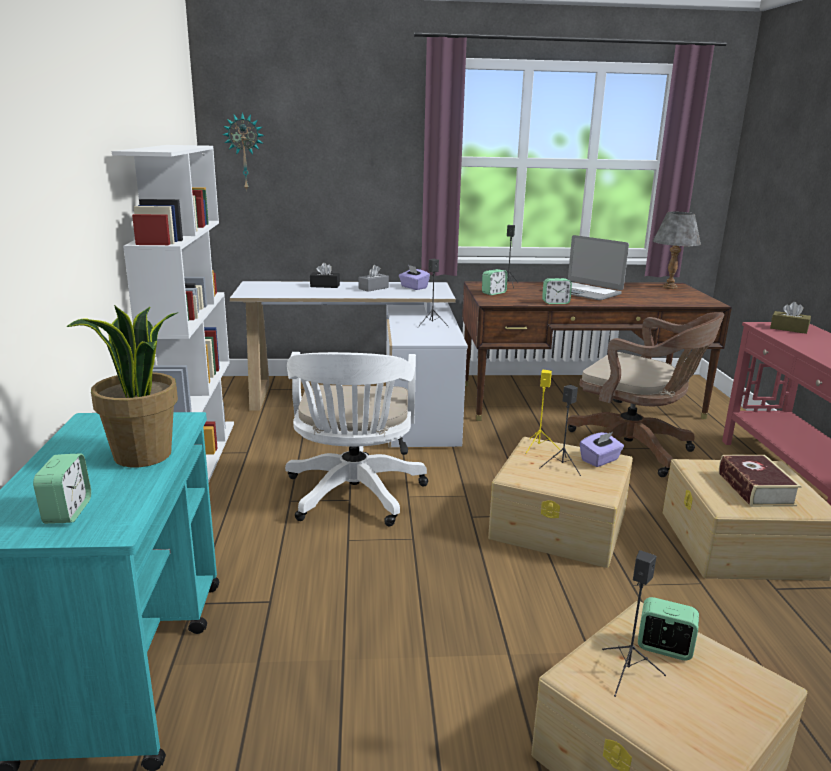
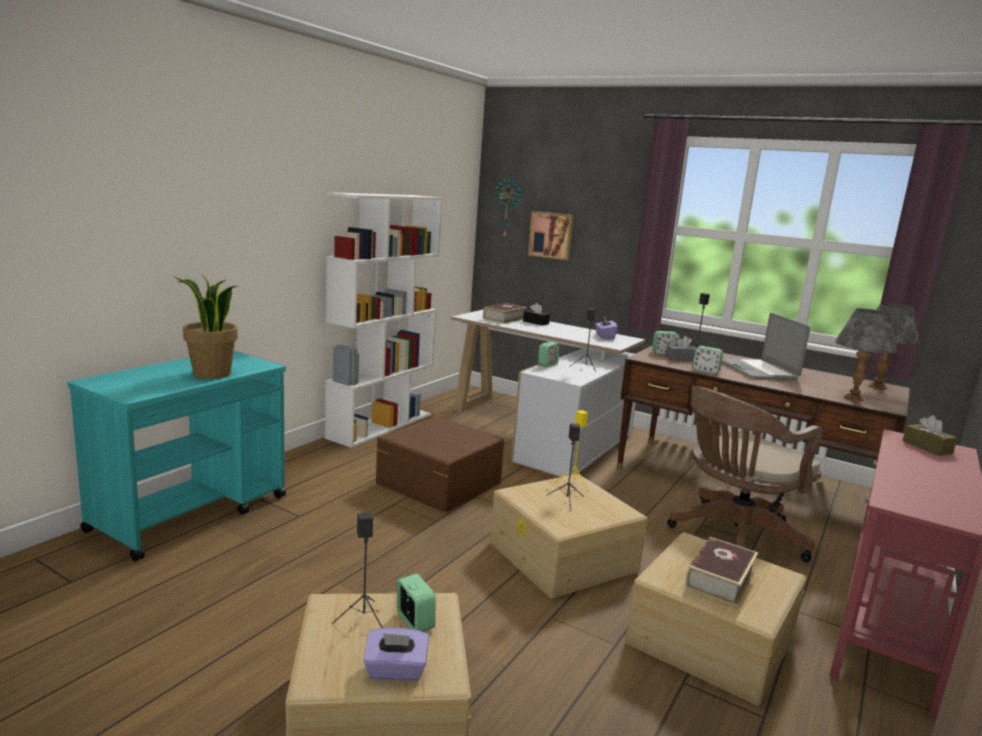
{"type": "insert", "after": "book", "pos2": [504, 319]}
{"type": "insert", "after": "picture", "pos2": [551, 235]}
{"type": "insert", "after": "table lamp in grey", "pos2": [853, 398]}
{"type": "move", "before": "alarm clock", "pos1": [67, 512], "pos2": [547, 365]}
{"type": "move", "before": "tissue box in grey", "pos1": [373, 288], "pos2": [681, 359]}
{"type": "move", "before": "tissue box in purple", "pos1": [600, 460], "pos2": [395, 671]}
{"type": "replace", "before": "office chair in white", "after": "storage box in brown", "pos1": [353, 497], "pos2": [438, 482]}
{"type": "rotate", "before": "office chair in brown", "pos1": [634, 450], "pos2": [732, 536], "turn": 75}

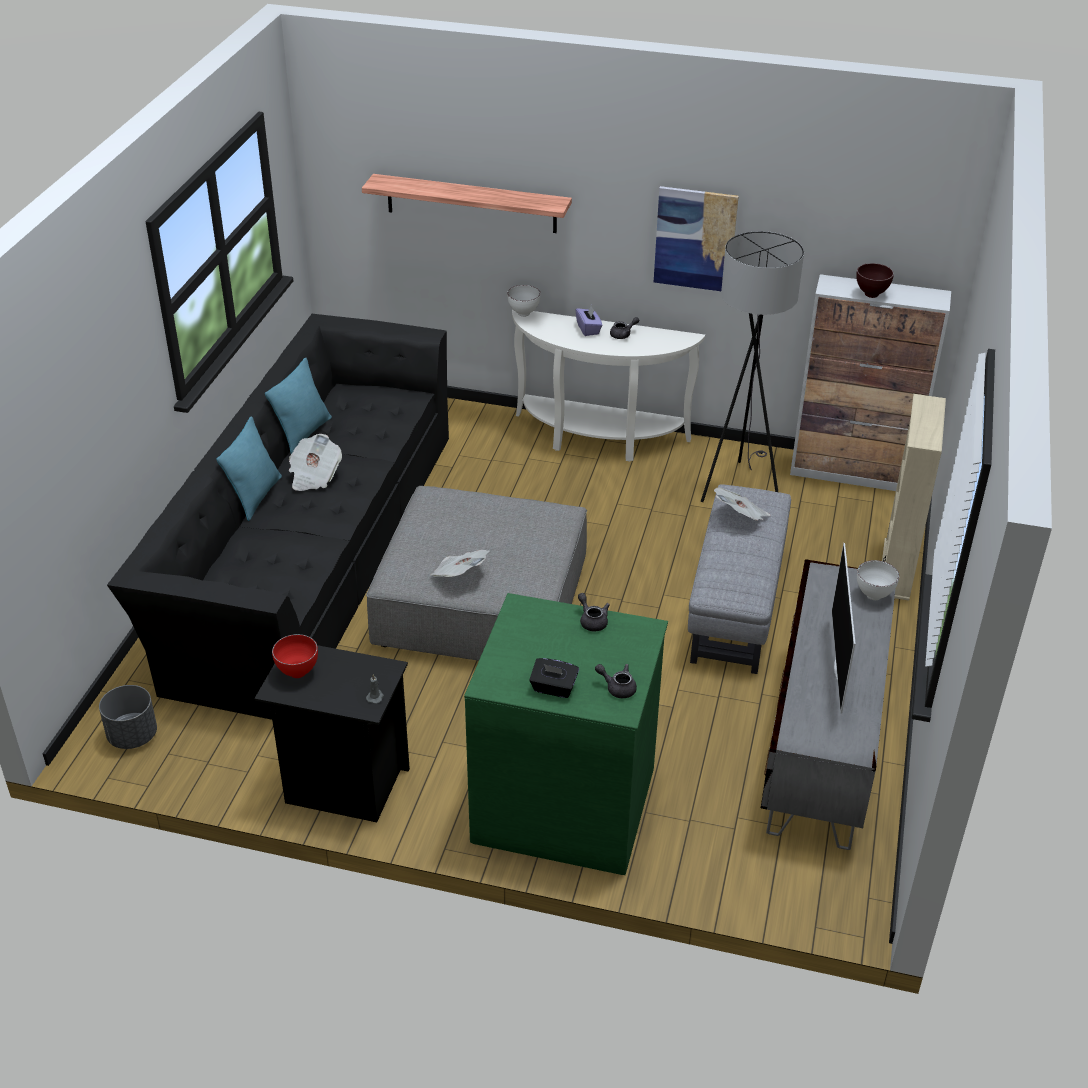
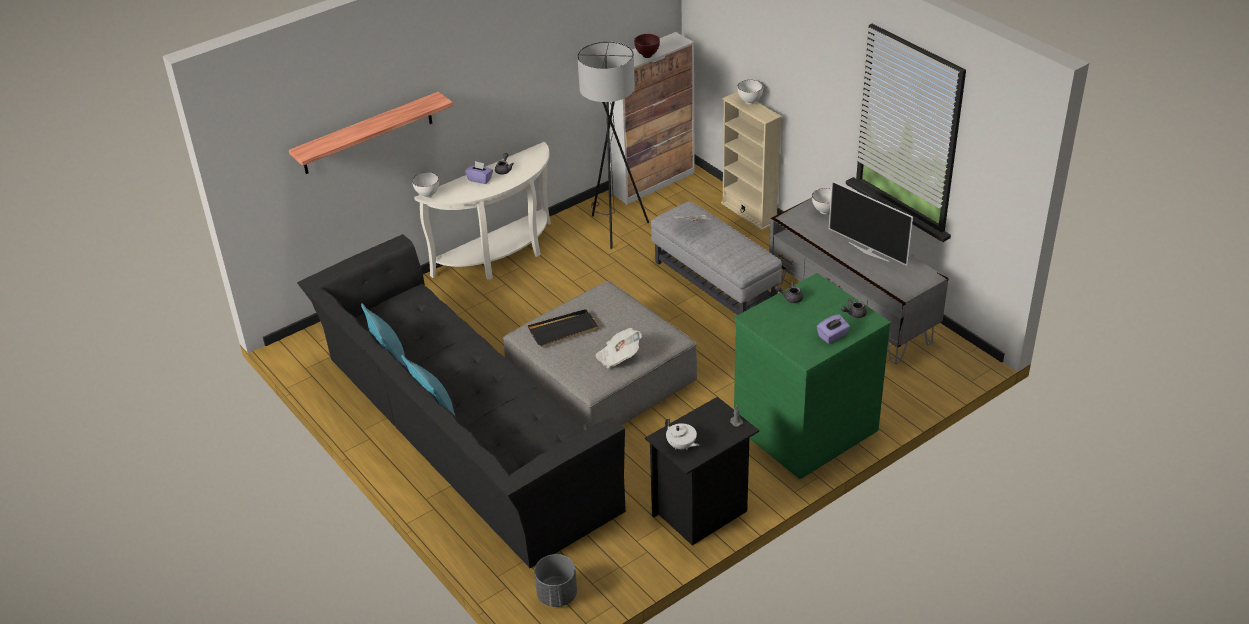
{"type": "delete", "before": "newspaper", "pos1": [314, 476]}
{"type": "delete", "before": "picture", "pos1": [695, 239]}
{"type": "insert", "after": "tray in black", "pos2": [564, 330]}
{"type": "insert", "after": "bowl in white", "pos2": [750, 102]}
{"type": "replace", "before": "bowl in red", "after": "teapot in white", "pos1": [296, 673], "pos2": [681, 446]}
{"type": "recolor", "before": "tissue box in black", "after": "tissue box in purple", "pos1": [553, 688], "pos2": [832, 336]}

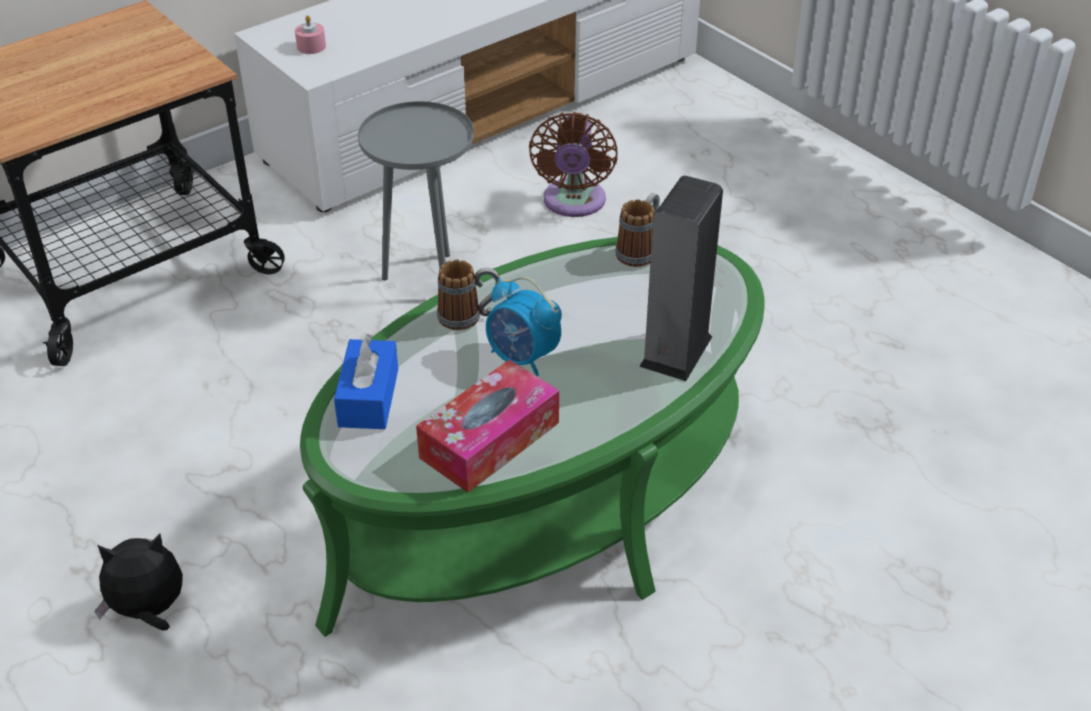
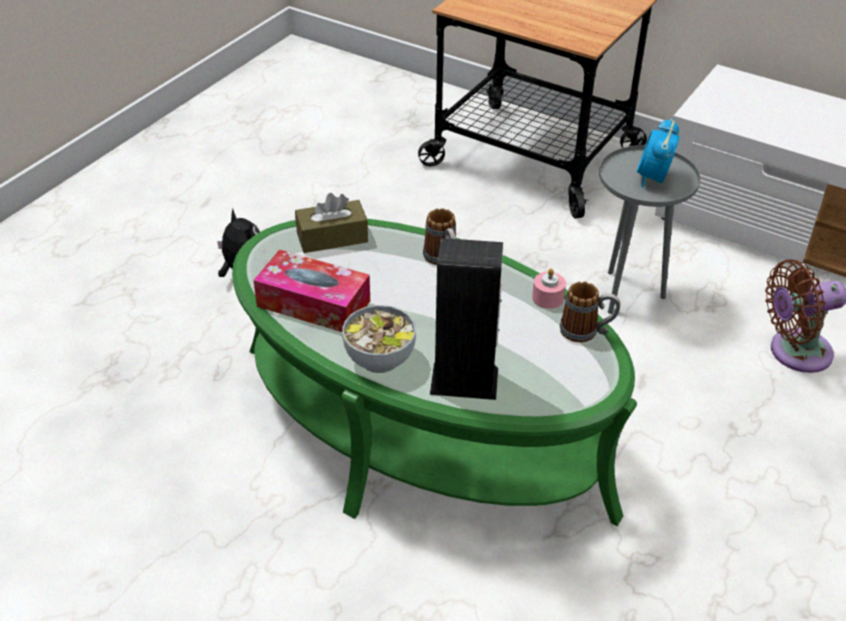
{"type": "insert", "after": "bowl", "pos2": [380, 358]}
{"type": "move", "before": "candle in pink", "pos1": [311, 46], "pos2": [547, 298]}
{"type": "move", "before": "alarm clock", "pos1": [522, 358], "pos2": [653, 178]}
{"type": "recolor", "before": "tissue box in blue", "after": "tissue box in brown", "pos1": [368, 398], "pos2": [332, 237]}

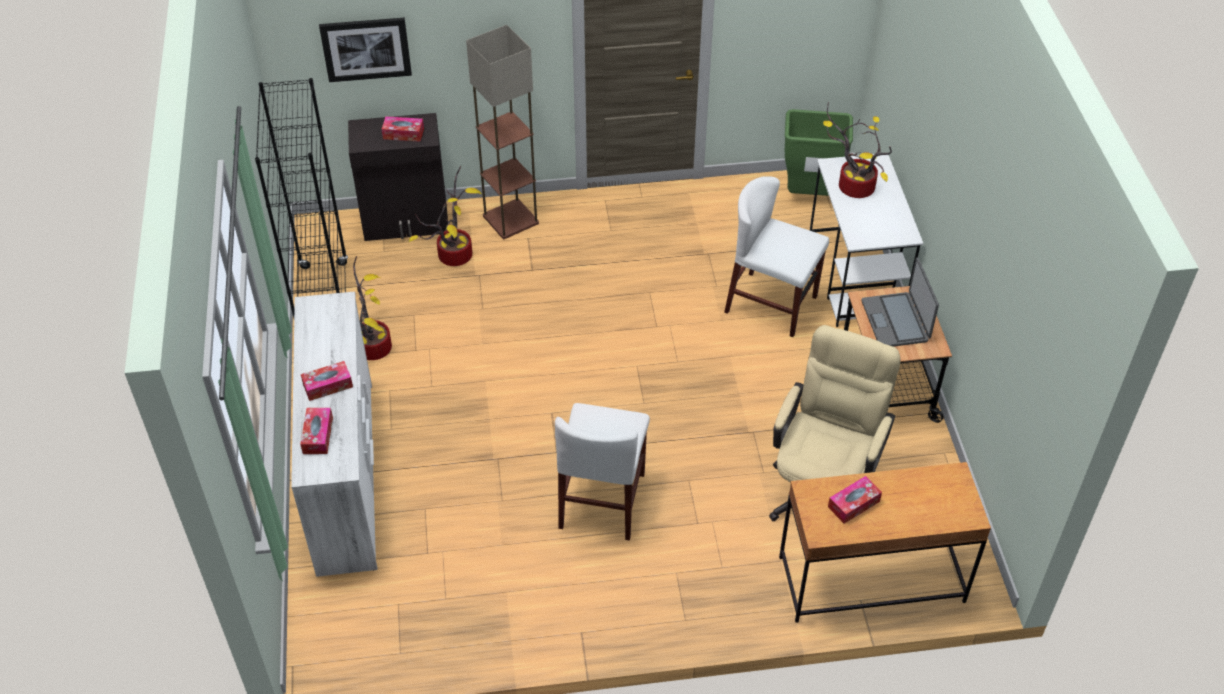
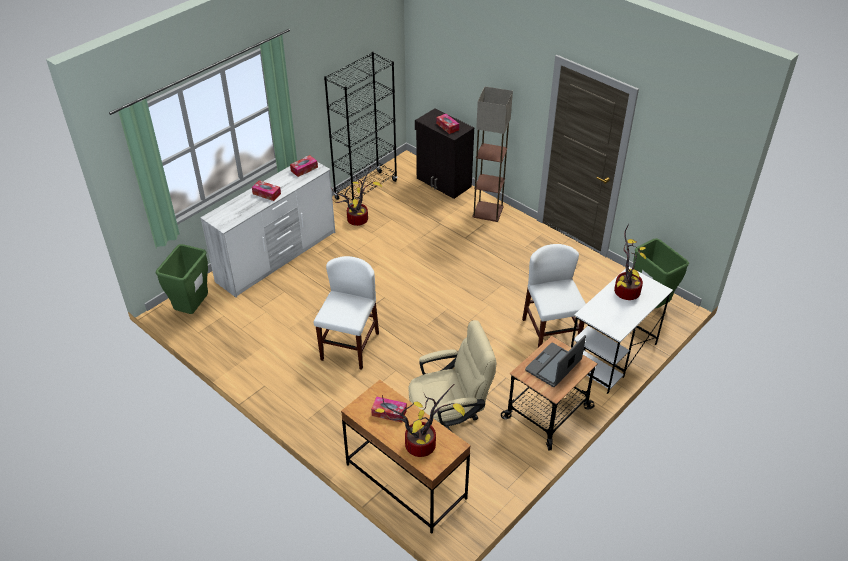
{"type": "delete", "before": "picture", "pos1": [366, 48]}
{"type": "insert", "after": "trash can in green", "pos2": [193, 308]}
{"type": "move", "before": "tissue box", "pos1": [318, 435], "pos2": [304, 169]}
{"type": "move", "before": "potted plant", "pos1": [454, 253], "pos2": [422, 443]}
{"type": "rotate", "before": "chair in white", "pos1": [602, 500], "pos2": [350, 346], "turn": 135}

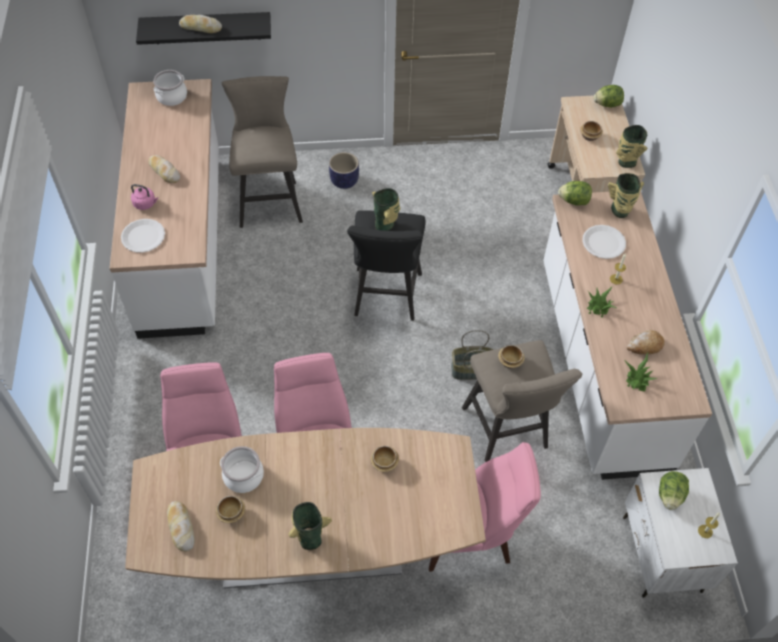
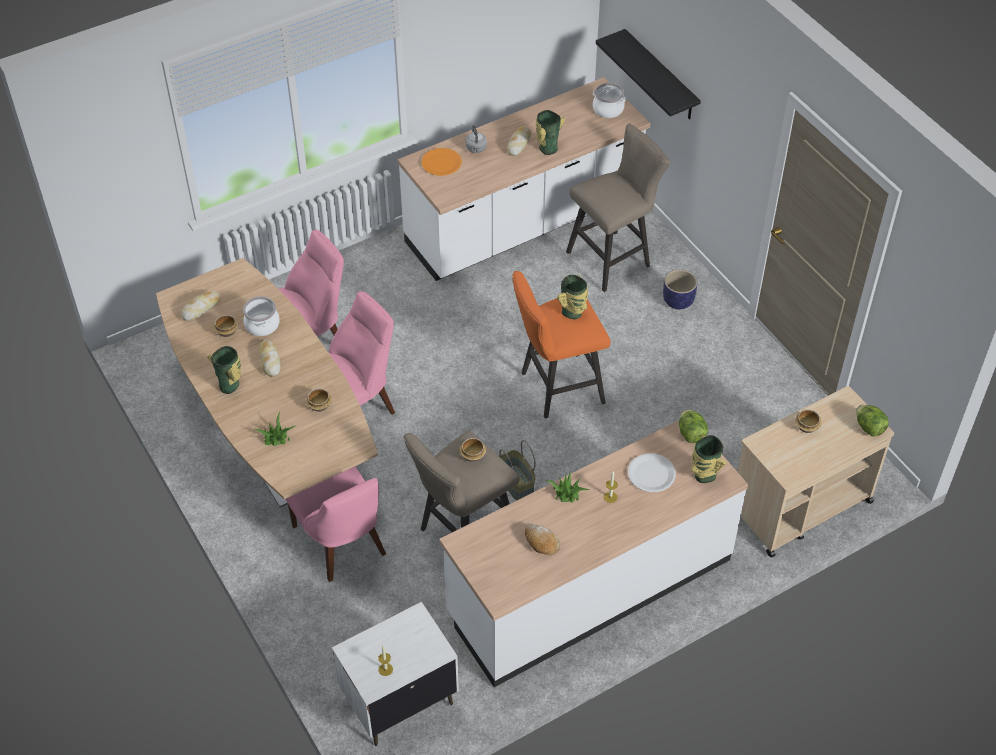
{"type": "delete", "before": "lettuce", "pos1": [670, 495]}
{"type": "move", "before": "bread", "pos1": [200, 27], "pos2": [270, 360]}
{"type": "move", "before": "vase", "pos1": [626, 162], "pos2": [547, 148]}
{"type": "move", "before": "potted plant", "pos1": [638, 379], "pos2": [276, 437]}
{"type": "recolor", "before": "plate in white", "after": "plate in orange", "pos1": [143, 236], "pos2": [441, 163]}
{"type": "recolor", "before": "kettle in pink", "after": "kettle in grey", "pos1": [146, 204], "pos2": [476, 149]}
{"type": "recolor", "before": "stool in black", "after": "stool in orange", "pos1": [386, 299], "pos2": [556, 388]}

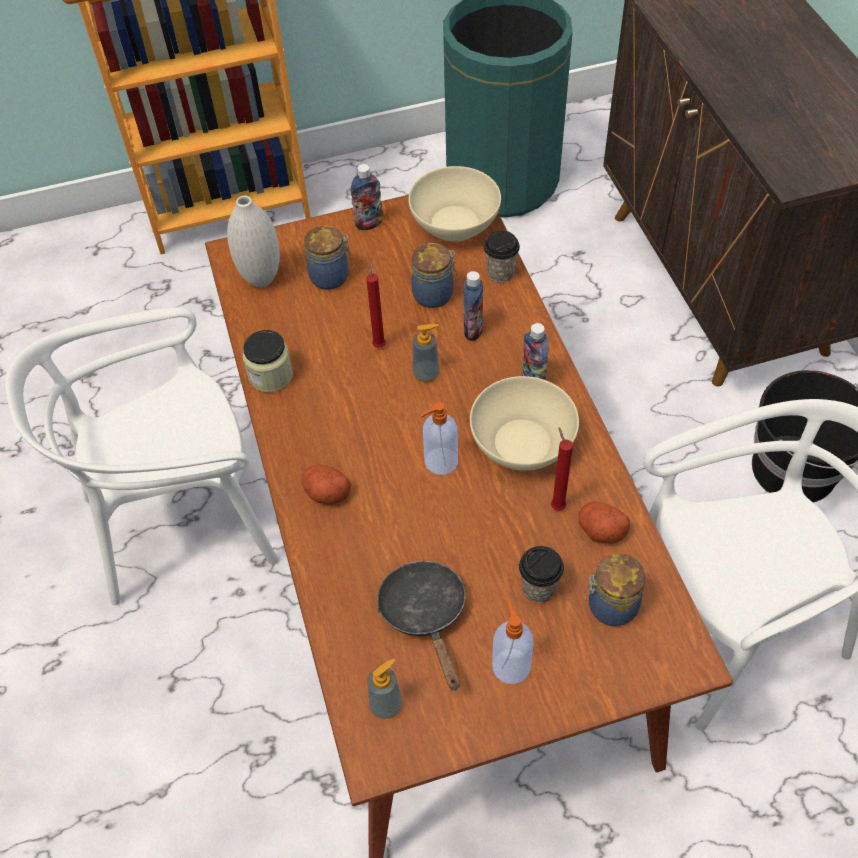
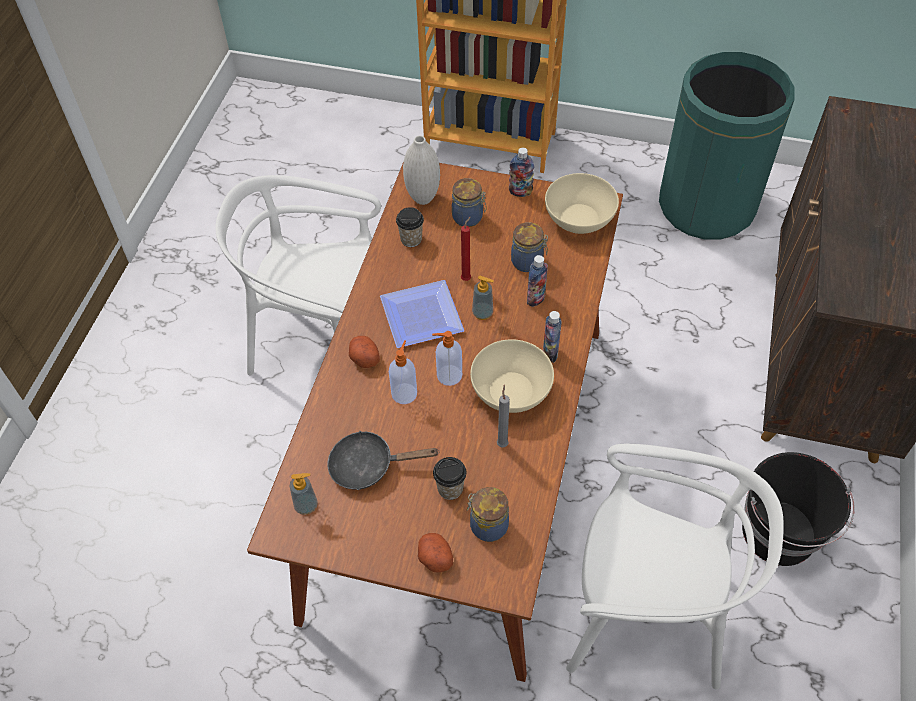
{"type": "delete", "before": "jar", "pos1": [270, 375]}
{"type": "insert", "after": "plate", "pos2": [423, 314]}
{"type": "move", "before": "cup", "pos1": [500, 273], "pos2": [411, 239]}
{"type": "move", "before": "soap dispenser", "pos1": [510, 665], "pos2": [404, 393]}
{"type": "move", "before": "potato", "pos1": [601, 530], "pos2": [434, 557]}
{"type": "recolor", "before": "candle in red", "after": "candle in grey", "pos1": [556, 505], "pos2": [502, 443]}
{"type": "rotate", "before": "frying pan in black", "pos1": [425, 614], "pos2": [368, 465], "turn": -105}

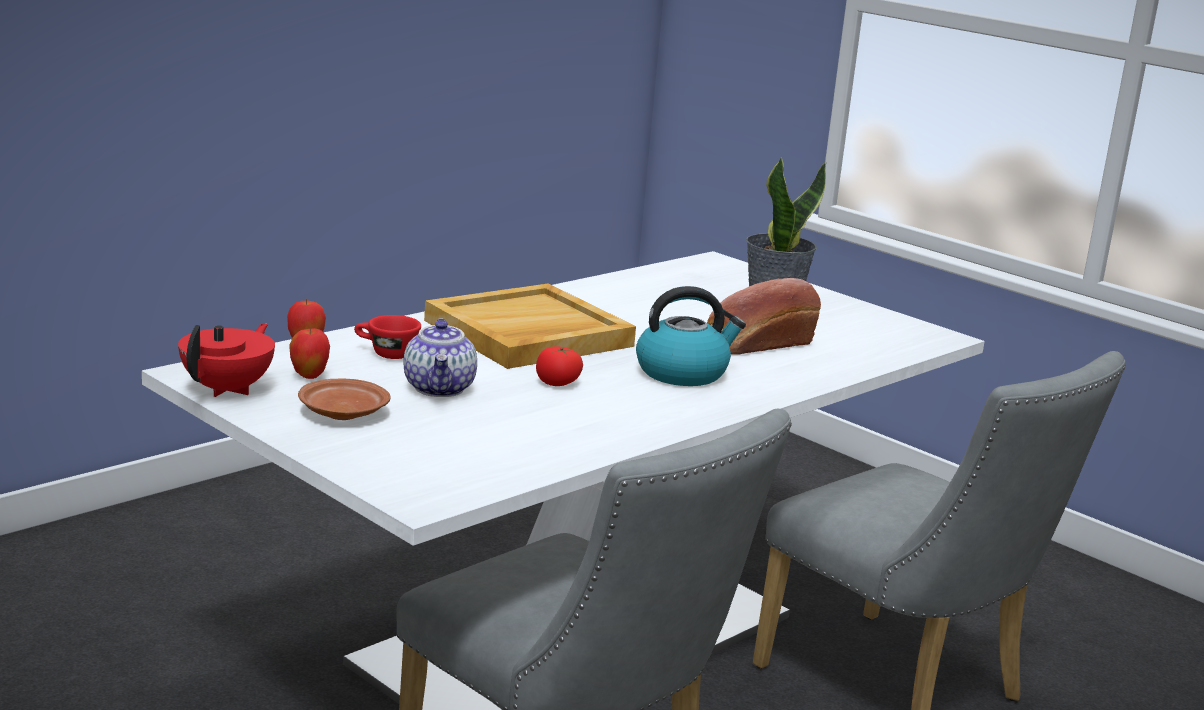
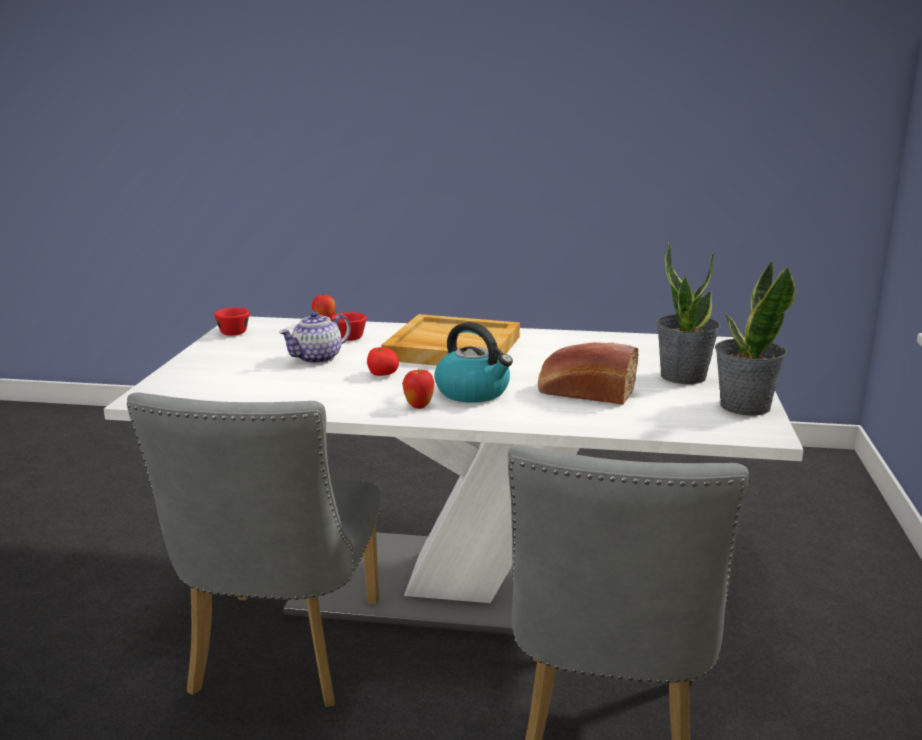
{"type": "delete", "before": "plate in brown", "pos1": [342, 412]}
{"type": "insert", "after": "potted plant", "pos2": [744, 406]}
{"type": "move", "before": "apple", "pos1": [309, 376], "pos2": [418, 406]}
{"type": "replace", "before": "teapot in red", "after": "cup in red", "pos1": [228, 389], "pos2": [233, 331]}

